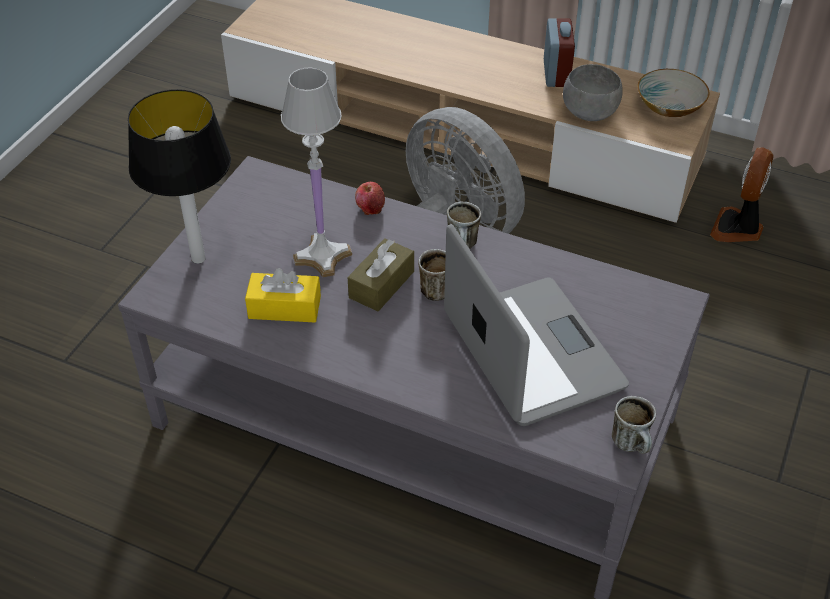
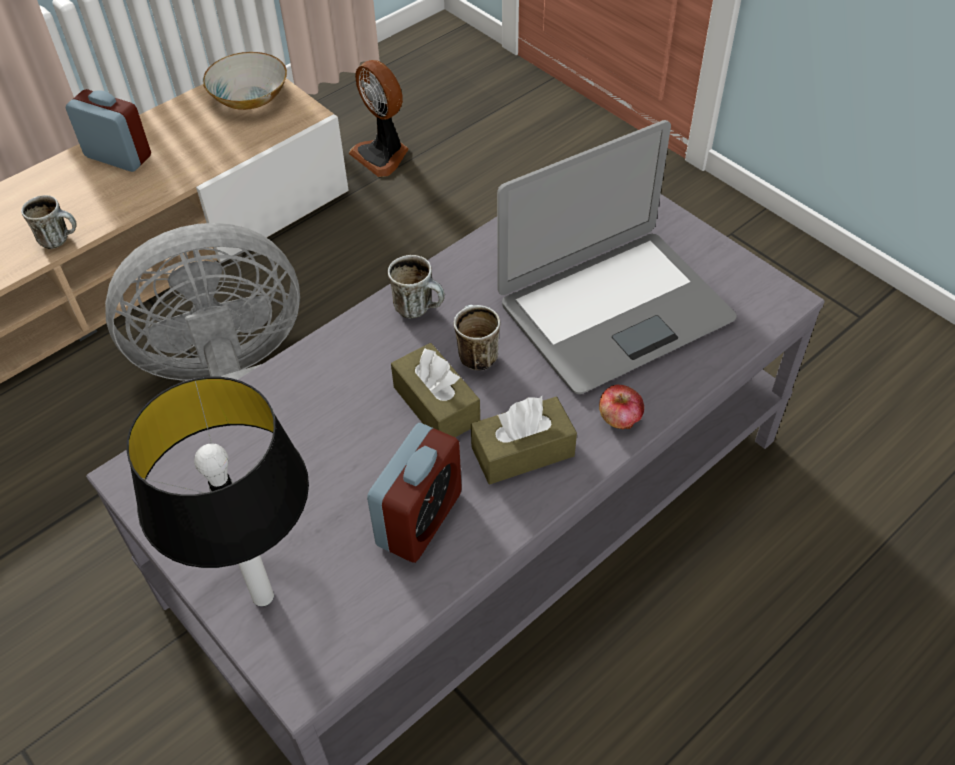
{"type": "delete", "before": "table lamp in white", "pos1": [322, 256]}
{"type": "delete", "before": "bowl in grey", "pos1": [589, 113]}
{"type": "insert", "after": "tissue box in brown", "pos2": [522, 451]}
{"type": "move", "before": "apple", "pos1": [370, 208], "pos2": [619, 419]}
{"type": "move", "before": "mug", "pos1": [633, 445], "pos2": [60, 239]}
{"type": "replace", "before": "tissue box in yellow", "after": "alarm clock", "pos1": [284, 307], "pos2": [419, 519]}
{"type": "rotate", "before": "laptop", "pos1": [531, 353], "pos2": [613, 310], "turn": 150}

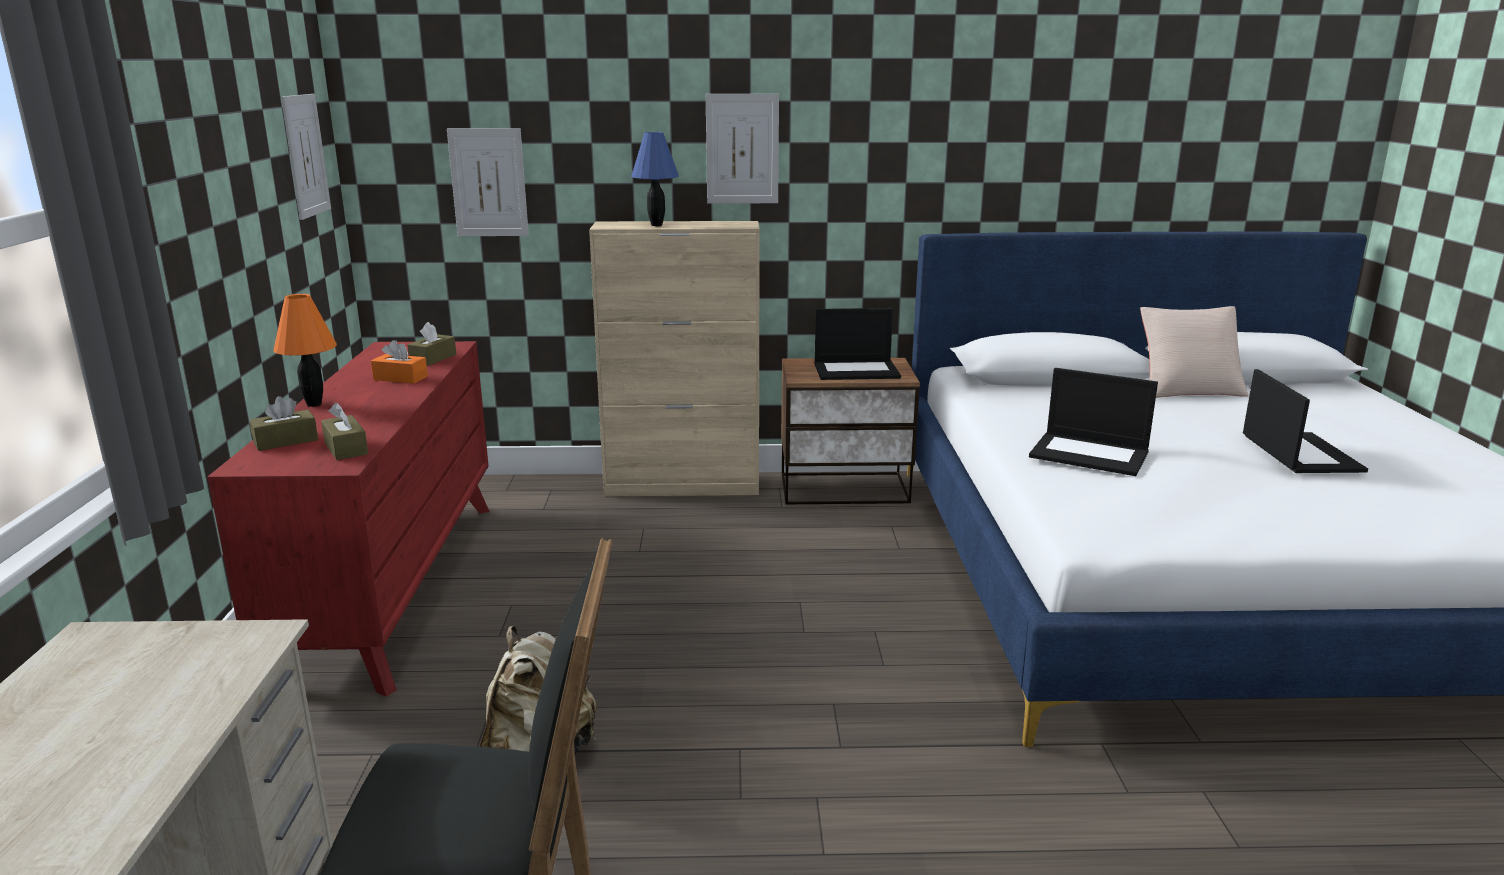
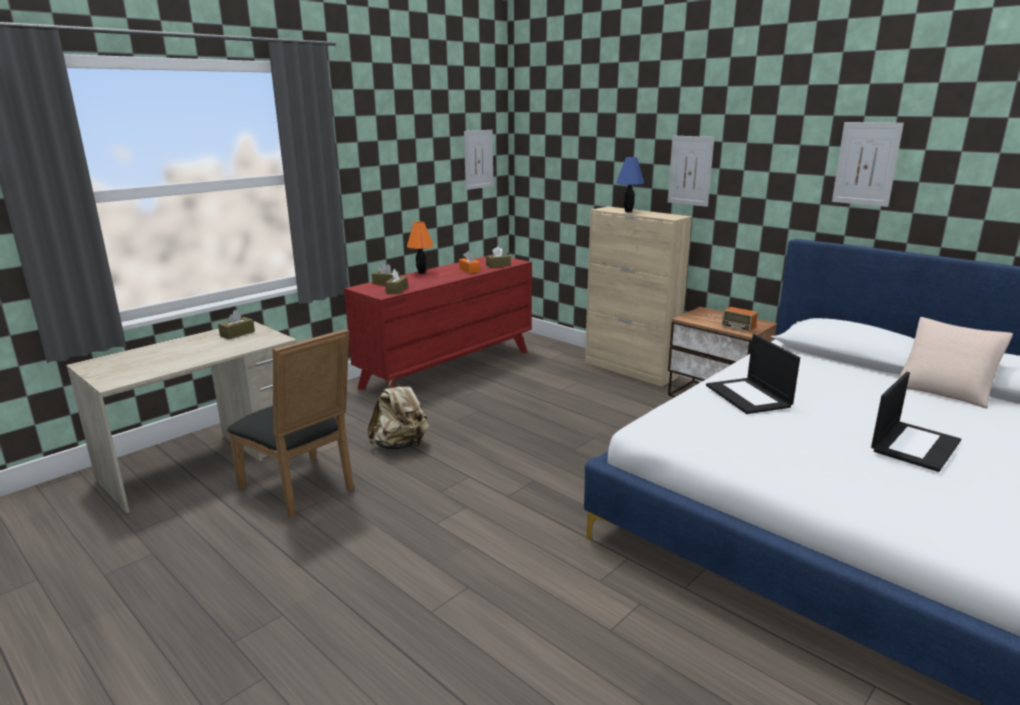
{"type": "insert", "after": "tissue box in brown", "pos2": [237, 334]}
{"type": "move", "before": "picture", "pos1": [488, 182], "pos2": [866, 164]}
{"type": "replace", "before": "laptop", "after": "radio", "pos1": [857, 370], "pos2": [728, 322]}

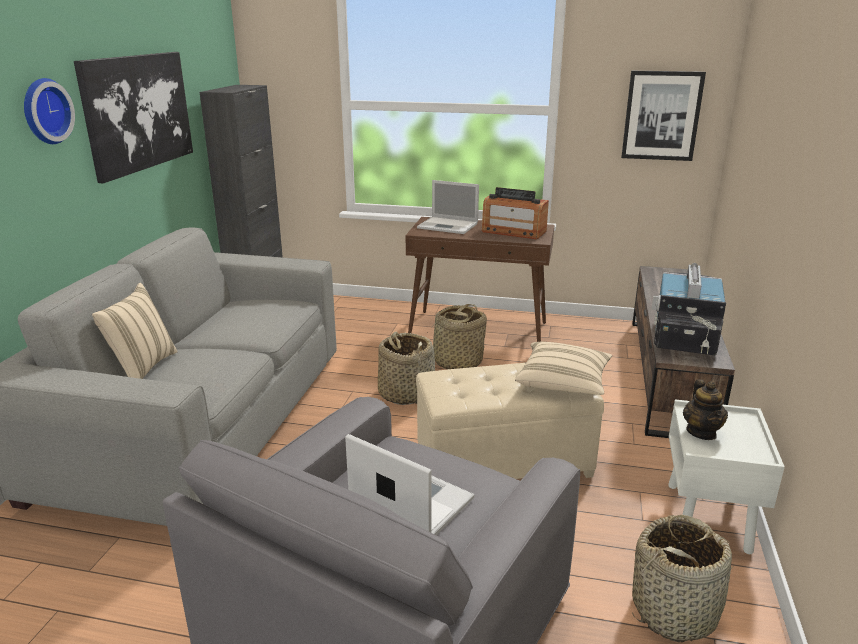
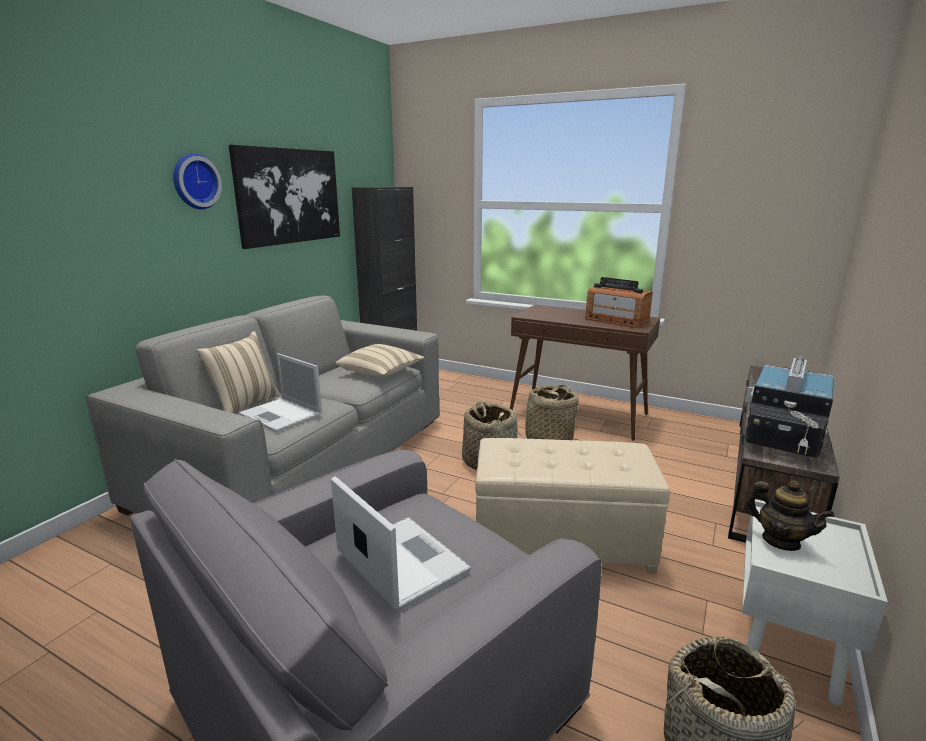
{"type": "delete", "before": "picture", "pos1": [661, 116]}
{"type": "move", "before": "laptop", "pos1": [449, 226], "pos2": [282, 415]}
{"type": "move", "before": "pillow in beige", "pos1": [563, 383], "pos2": [381, 373]}
{"type": "rotate", "before": "teapot", "pos1": [701, 432], "pos2": [780, 541], "turn": -60}

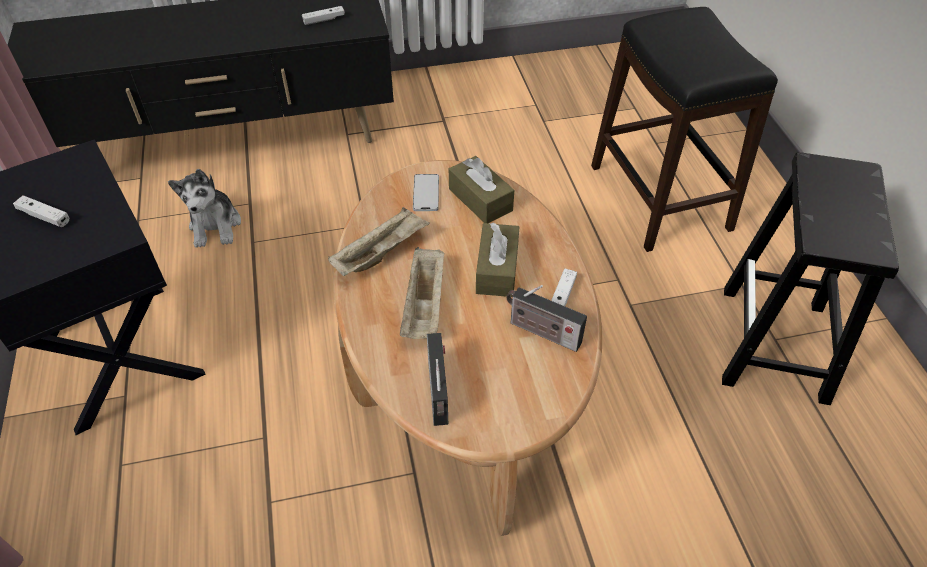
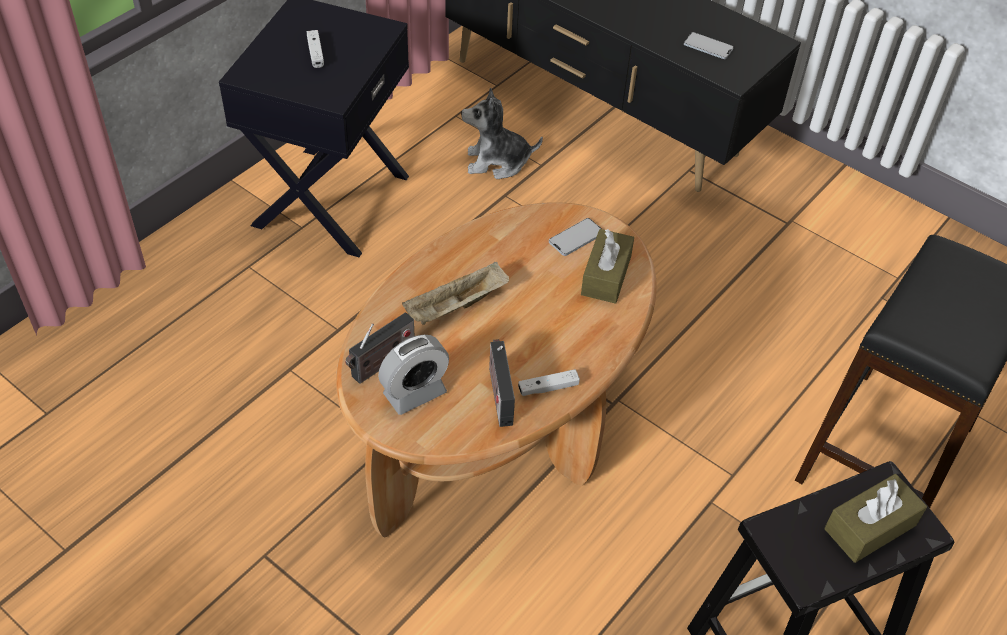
{"type": "delete", "before": "tray in beige", "pos1": [381, 253]}
{"type": "insert", "after": "alarm clock", "pos2": [415, 393]}
{"type": "move", "before": "tissue box in brown", "pos1": [497, 269], "pos2": [870, 527]}
{"type": "replace", "before": "game controller in white", "after": "phone", "pos1": [324, 20], "pos2": [708, 46]}
{"type": "rotate", "before": "plush toy", "pos1": [215, 226], "pos2": [497, 162], "turn": 45}

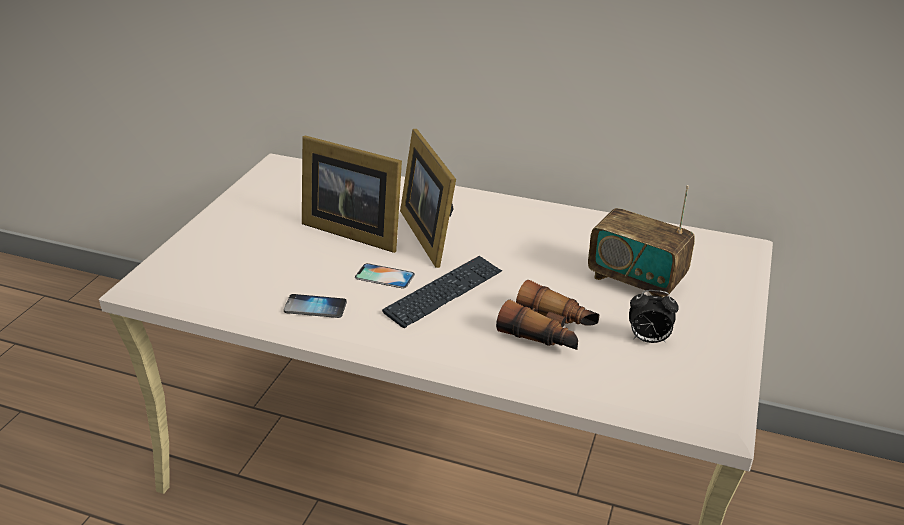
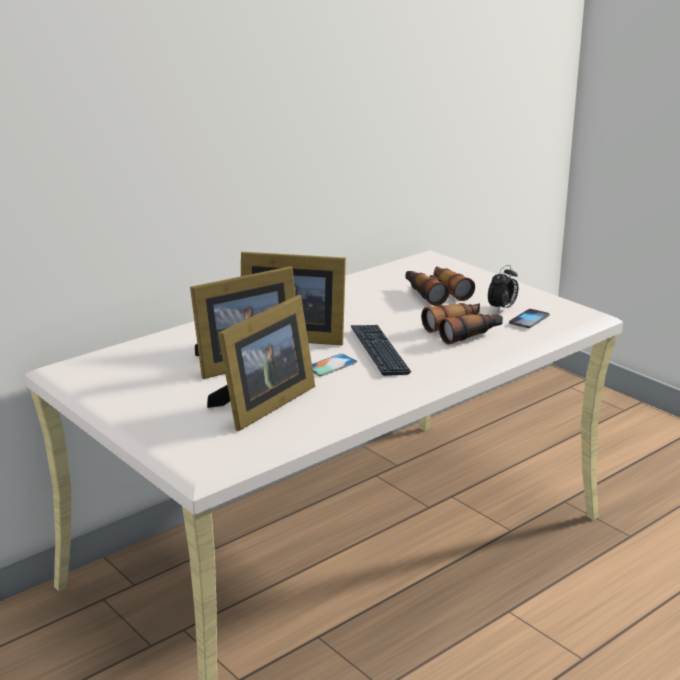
{"type": "insert", "after": "picture frame", "pos2": [262, 405]}
{"type": "move", "before": "phone", "pos1": [315, 307], "pos2": [529, 320]}
{"type": "replace", "before": "radio", "after": "binoculars", "pos1": [636, 280], "pos2": [435, 293]}

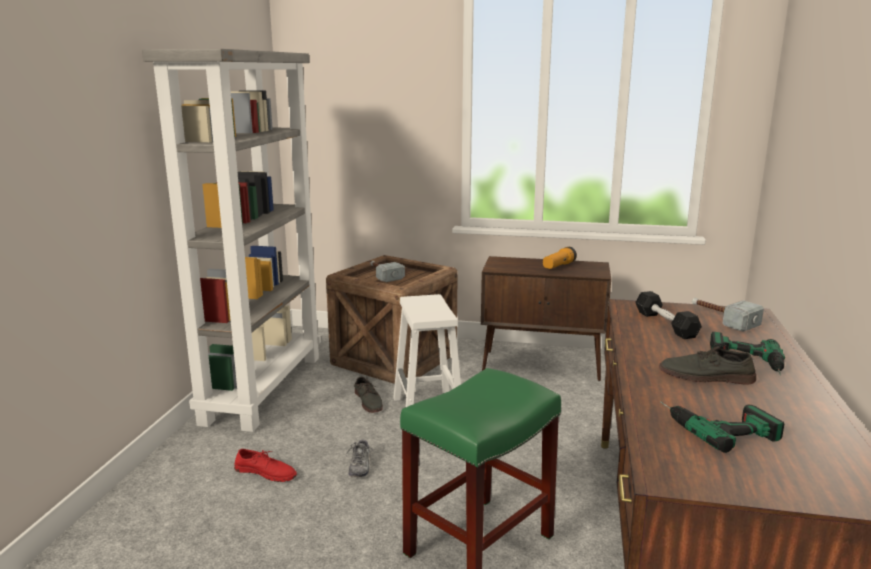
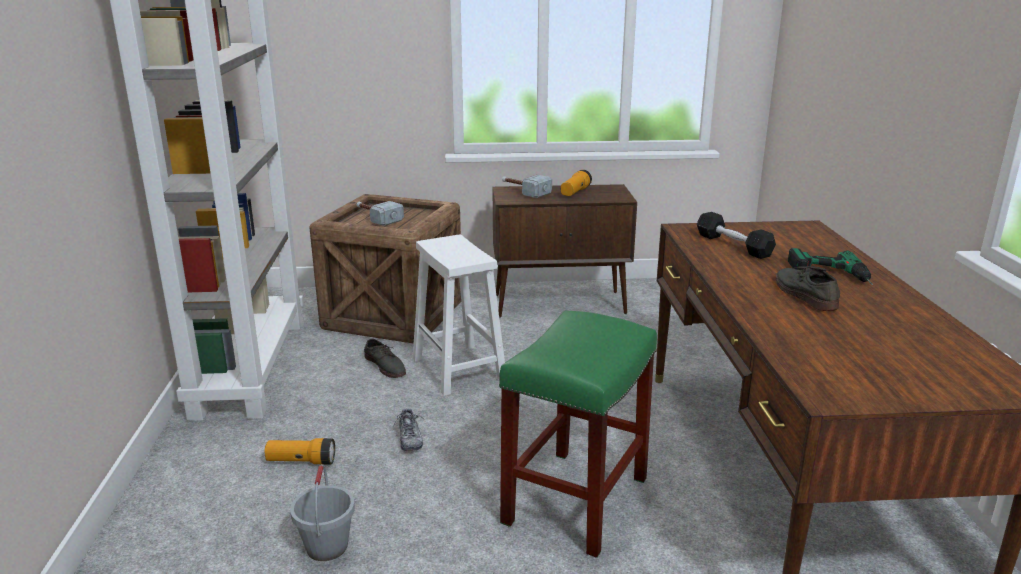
{"type": "delete", "before": "power drill", "pos1": [714, 425]}
{"type": "insert", "after": "bucket in grey", "pos2": [326, 546]}
{"type": "move", "before": "hammer", "pos1": [722, 319], "pos2": [523, 191]}
{"type": "replace", "before": "shoe in red", "after": "flashlight", "pos1": [266, 472], "pos2": [301, 461]}
{"type": "rotate", "before": "shoe in grey", "pos1": [706, 376], "pos2": [804, 294], "turn": 75}

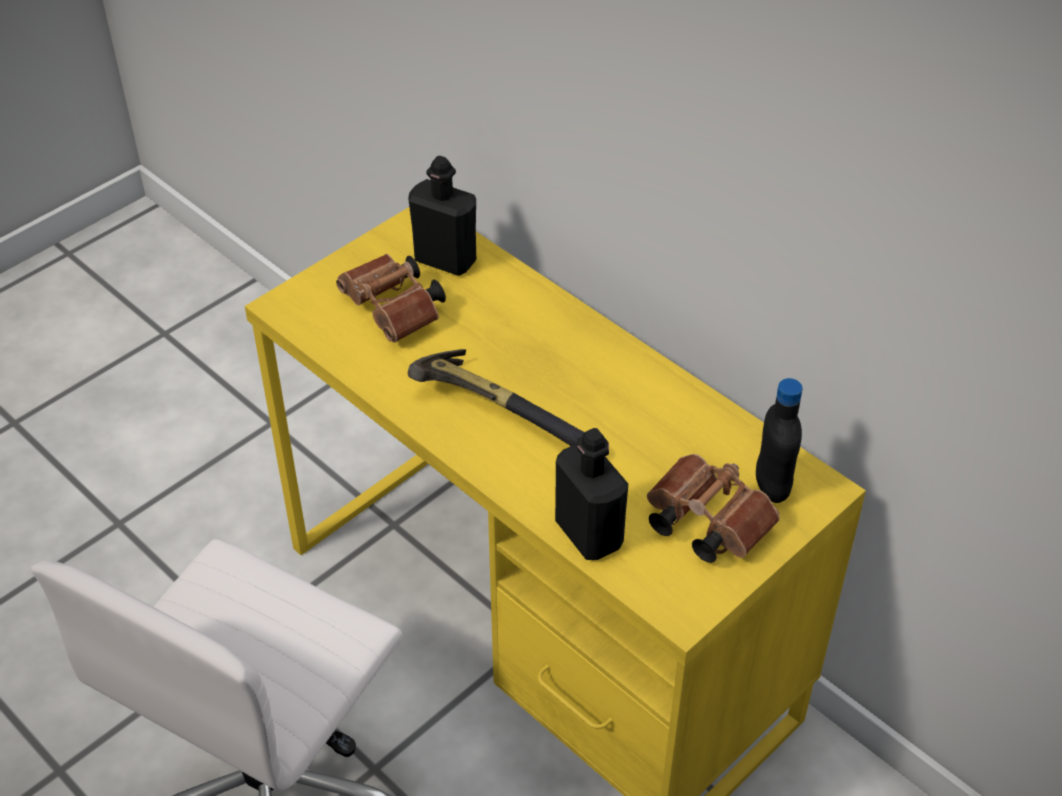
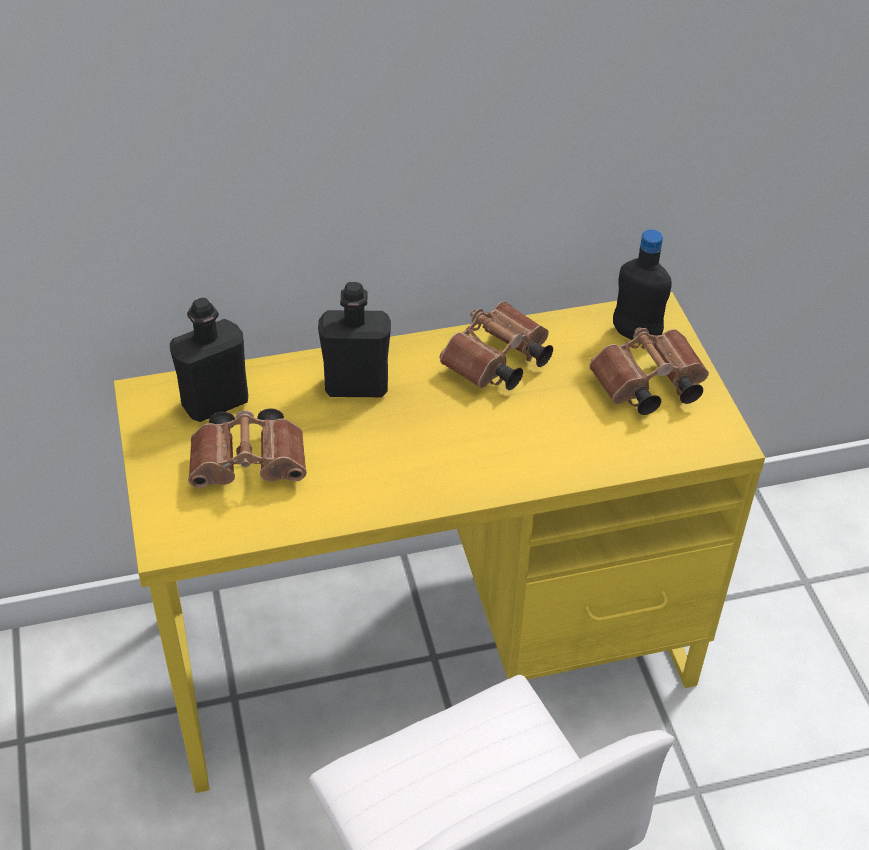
{"type": "delete", "before": "hammer", "pos1": [505, 411]}
{"type": "insert", "after": "binoculars in brown", "pos2": [496, 364]}
{"type": "move", "before": "bottle in black", "pos1": [589, 534], "pos2": [356, 386]}

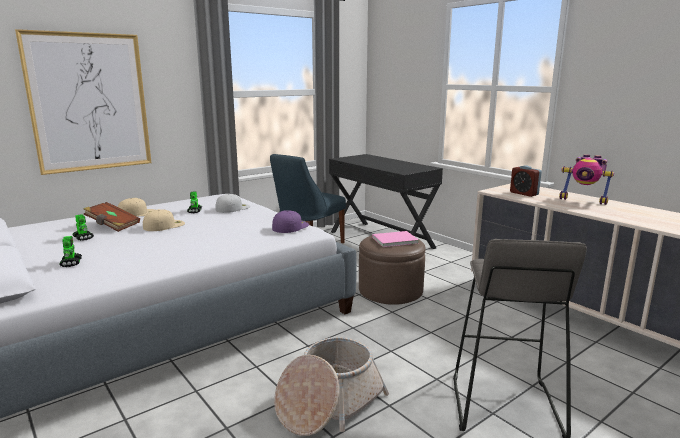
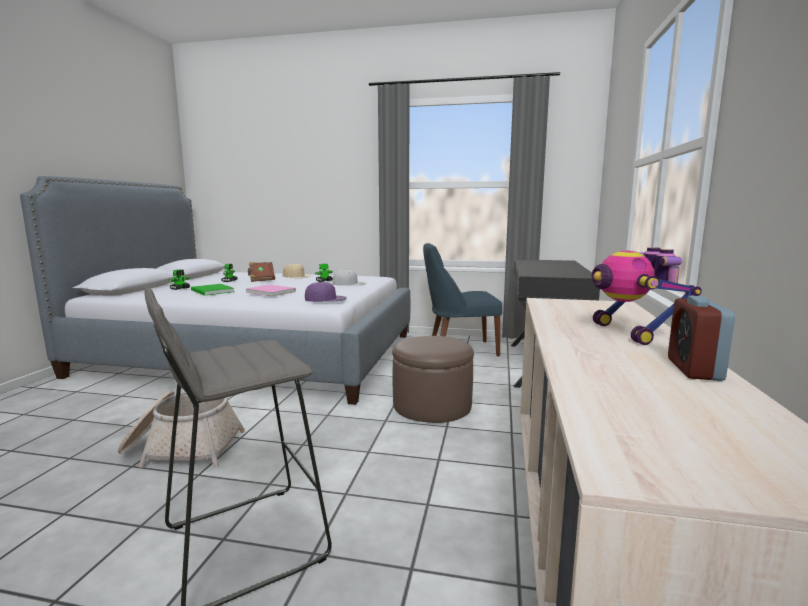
{"type": "delete", "before": "picture", "pos1": [89, 102]}
{"type": "delete", "before": "cap in beige", "pos1": [164, 225]}
{"type": "insert", "after": "book in green", "pos2": [212, 291]}
{"type": "move", "before": "book in pink", "pos1": [393, 240], "pos2": [271, 291]}
{"type": "move", "before": "alarm clock", "pos1": [524, 193], "pos2": [694, 369]}

